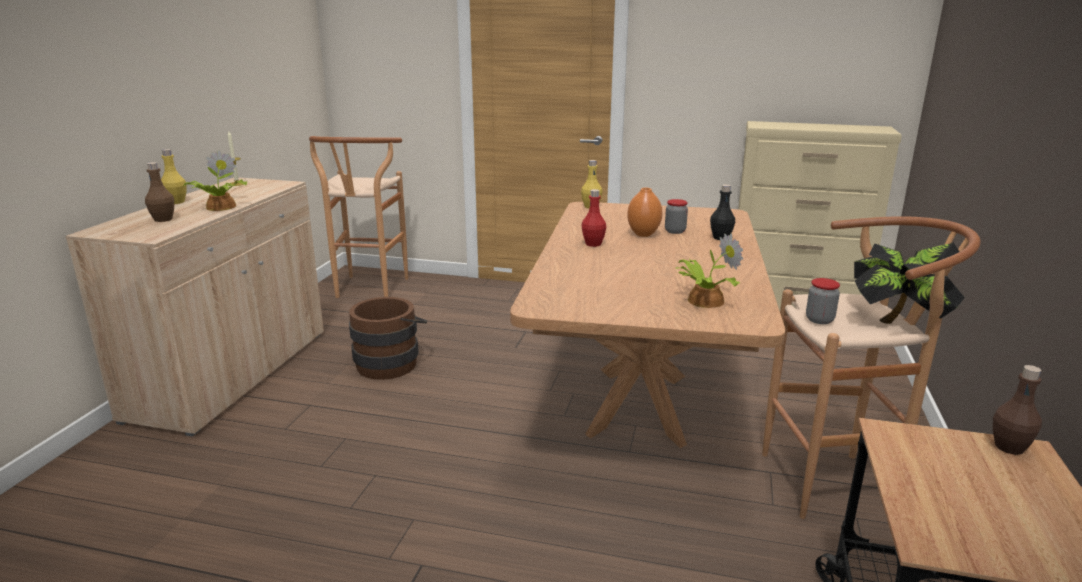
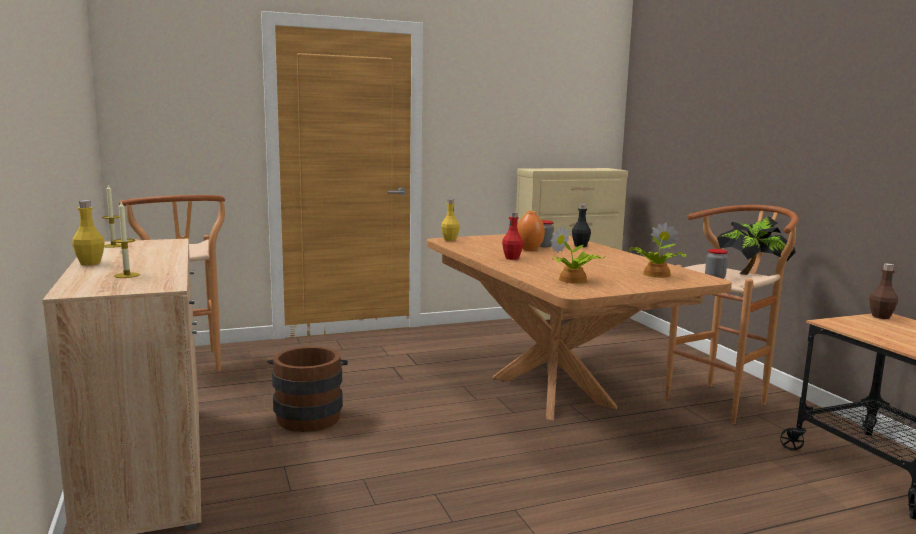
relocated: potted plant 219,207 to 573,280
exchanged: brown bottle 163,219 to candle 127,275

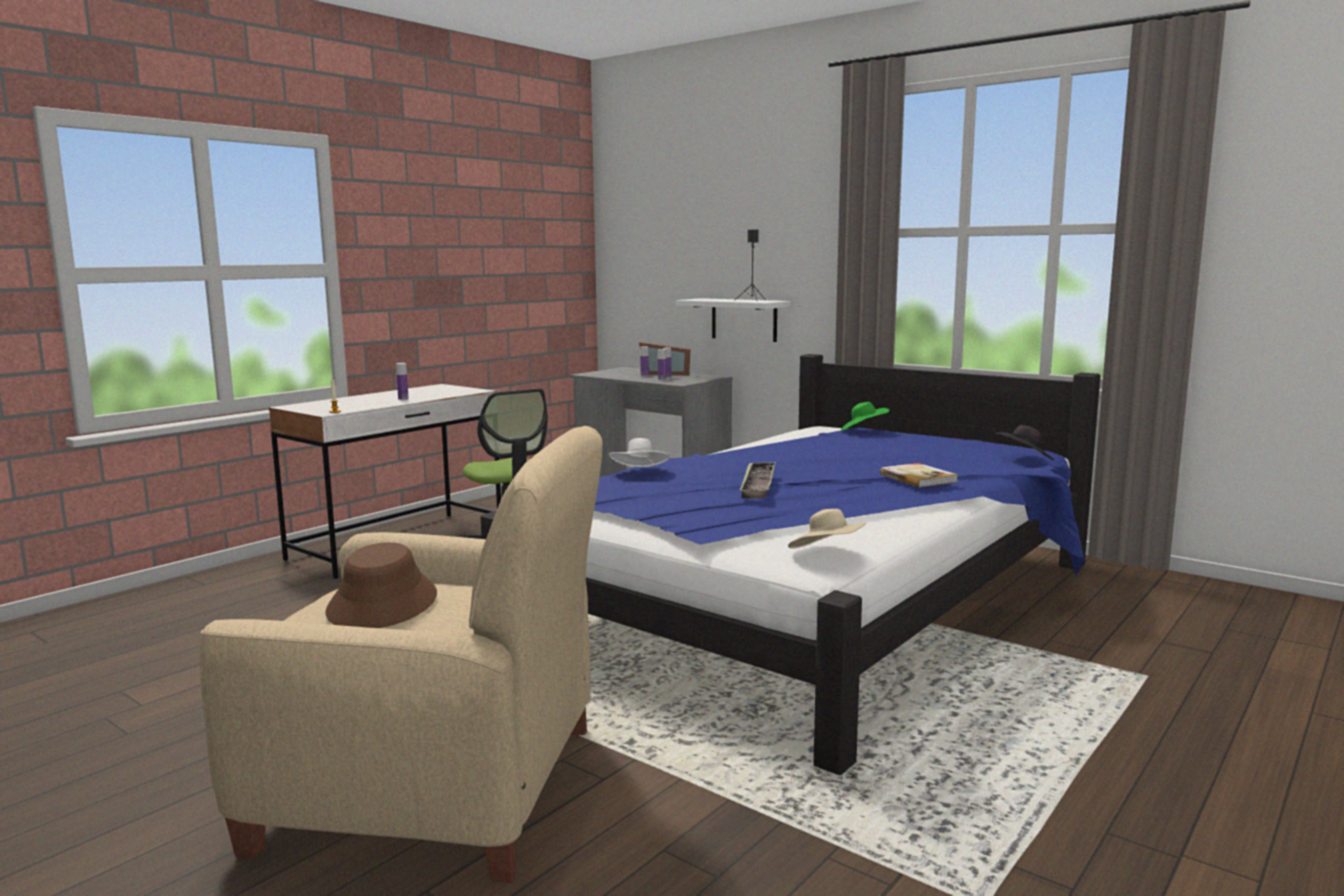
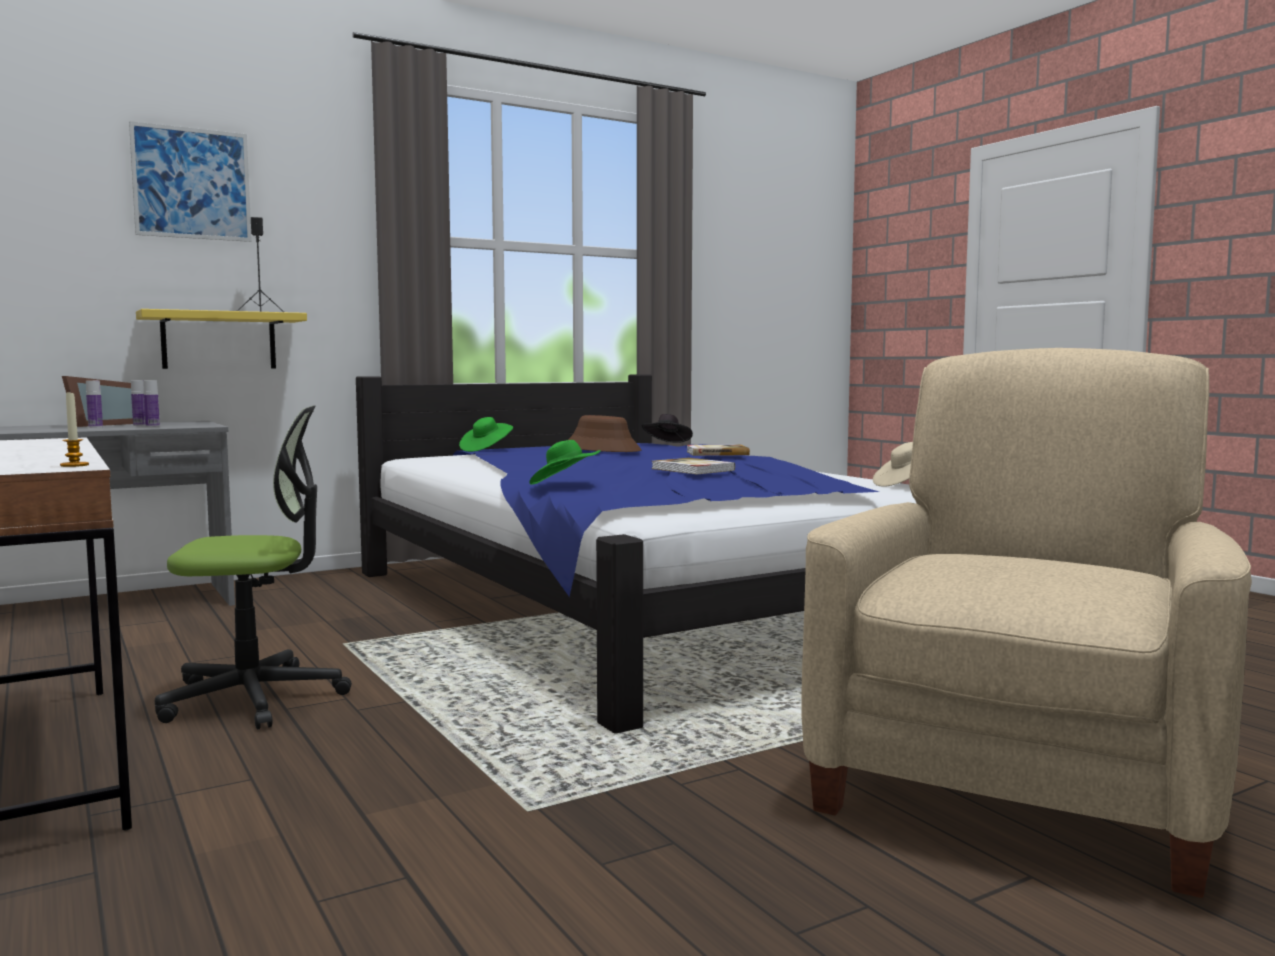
missing: bottle 403,399
appeared: picture 192,183
relocated: brown hat 383,604 to 602,449
exchanged: tray 758,485 to book 692,469
colour: white hat 640,472 to green hat 565,485; white shelf 744,319 to yellow shelf 219,341

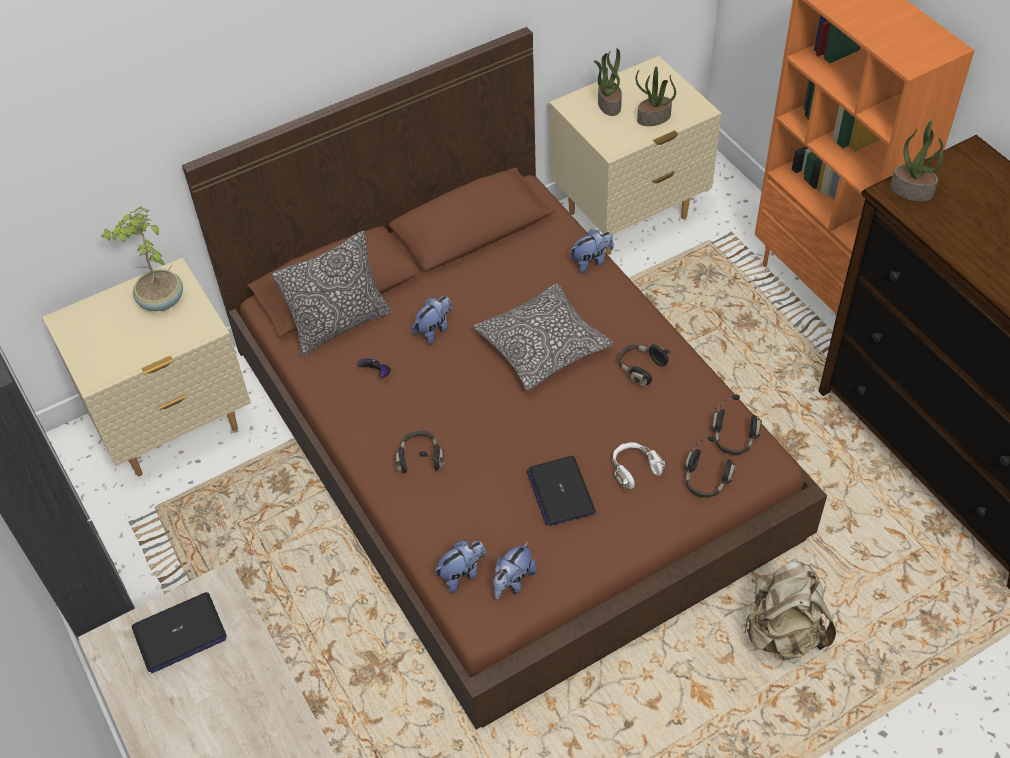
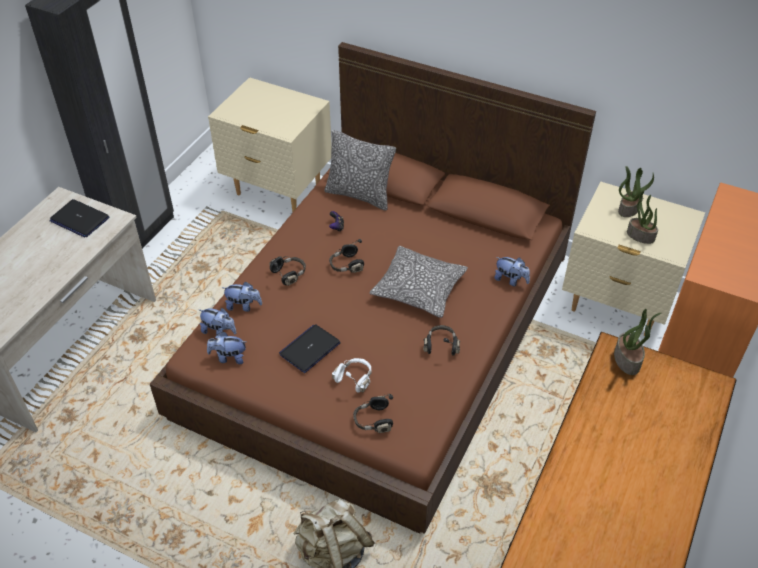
missing: potted plant 161,301
relocated: plush toy 434,330 to 243,306; black headphones 733,438 to 346,265

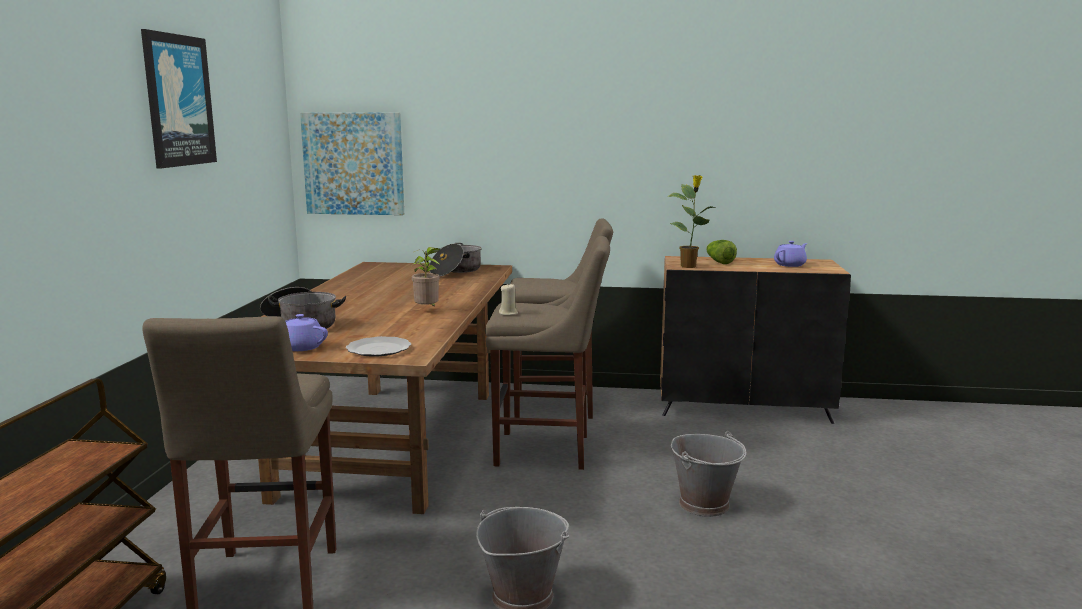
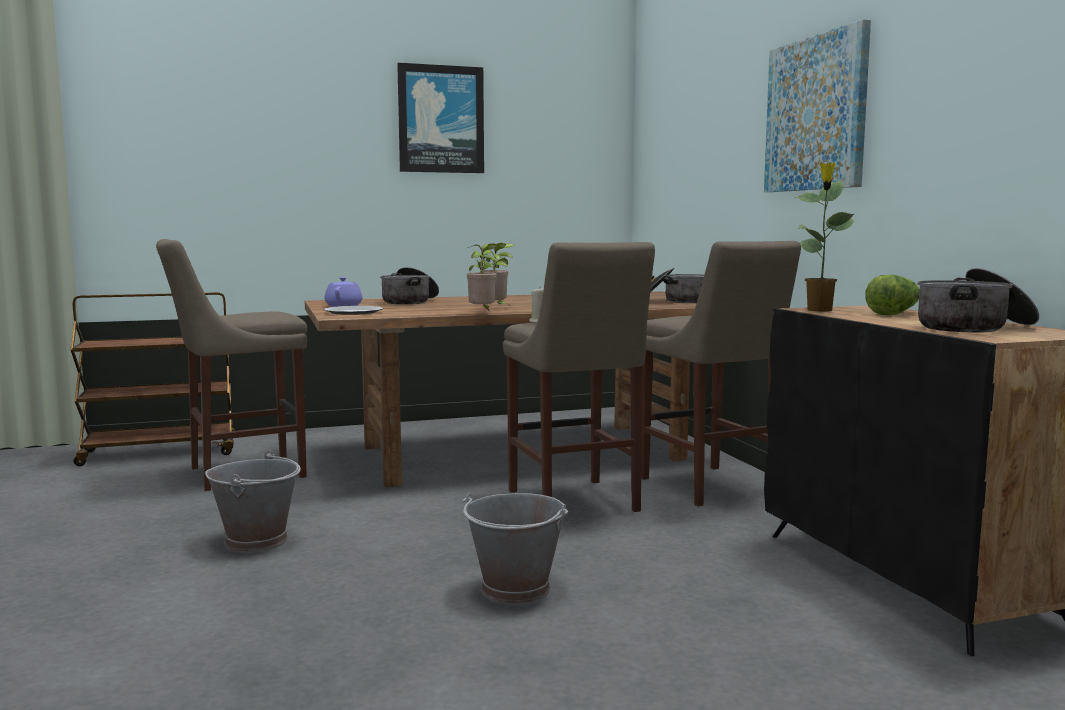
appeared: potted plant 483,313
relocated: picture 353,163 to 816,114
exchanged: purple teapot 790,265 to cooking pot 975,327

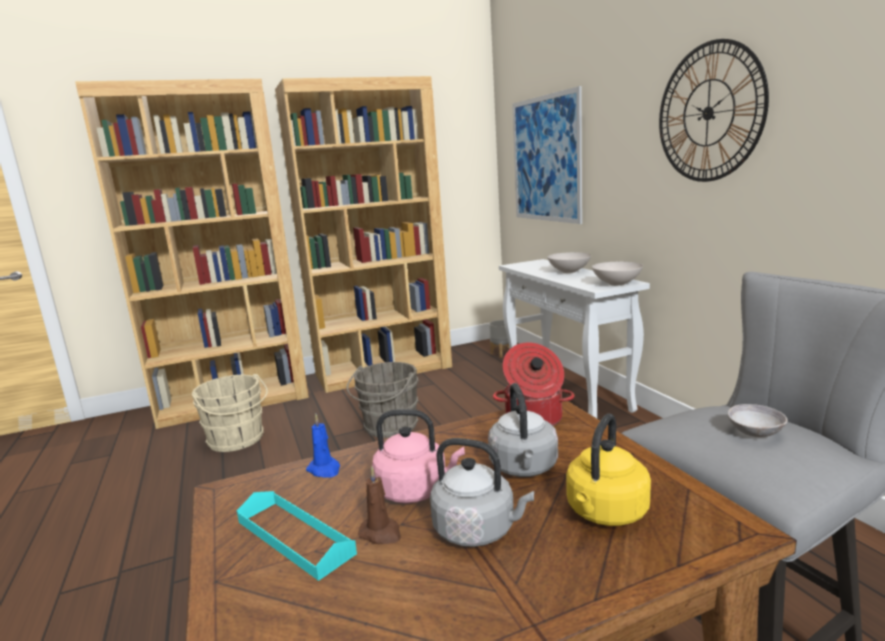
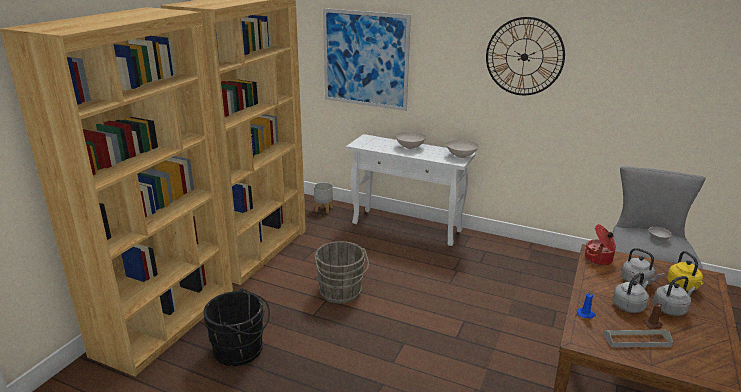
colour: beige bucket 237,440 to black bucket 241,350; turquoise tray 294,537 to grey tray 636,340; pink kettle 416,490 to grey kettle 629,306

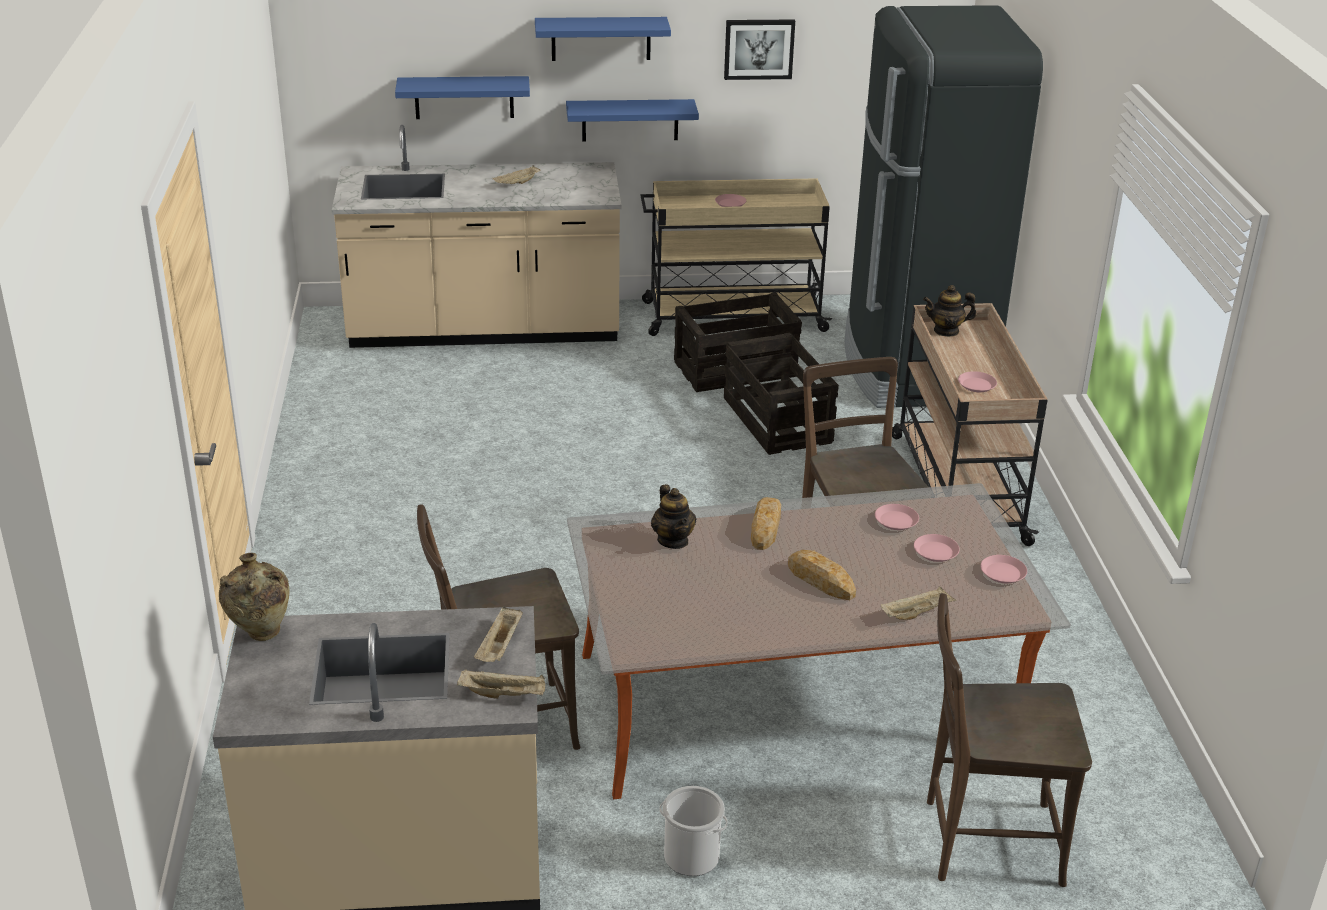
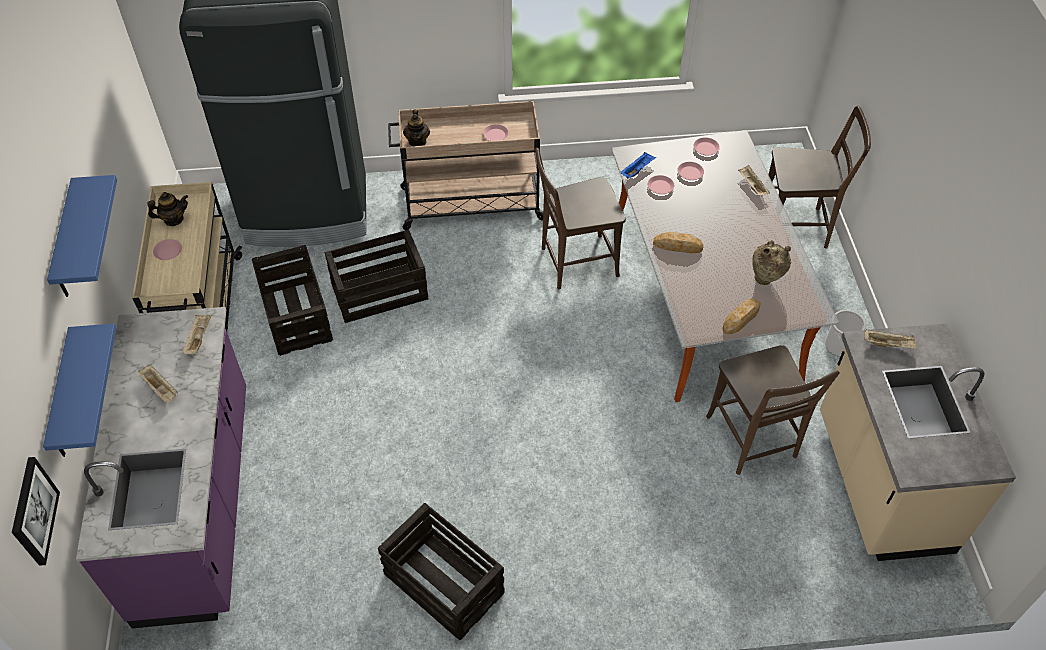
missing: blue shelf 630,120
appeared: crate 442,583; blue tray 637,170
relocated: beige vase 260,635 to 765,280; beige tray 504,694 to 198,339; teapot 673,540 to 173,220; picture 759,49 to 33,511; bread 820,580 to 741,318
colour: beige counter 484,330 to purple counter 197,502
spun: brown chair 984,841 = 797,227 90 degrees counterclockwise

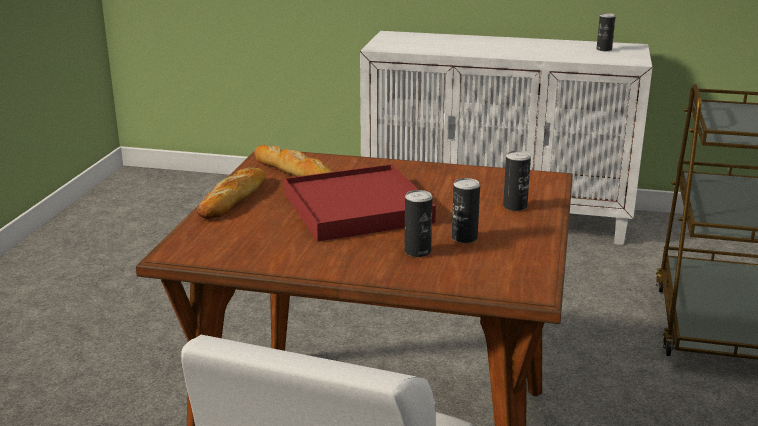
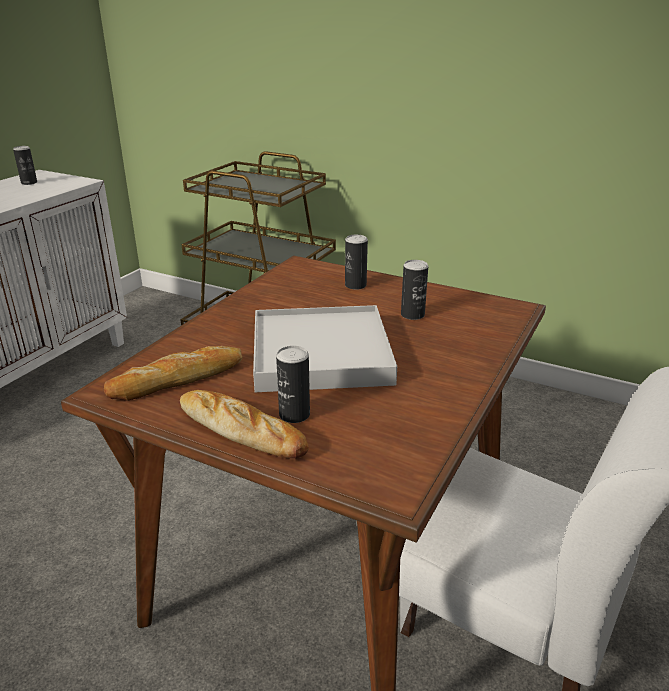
relocated: can 417,251 to 294,414
colour: red tray 356,208 to white tray 320,354

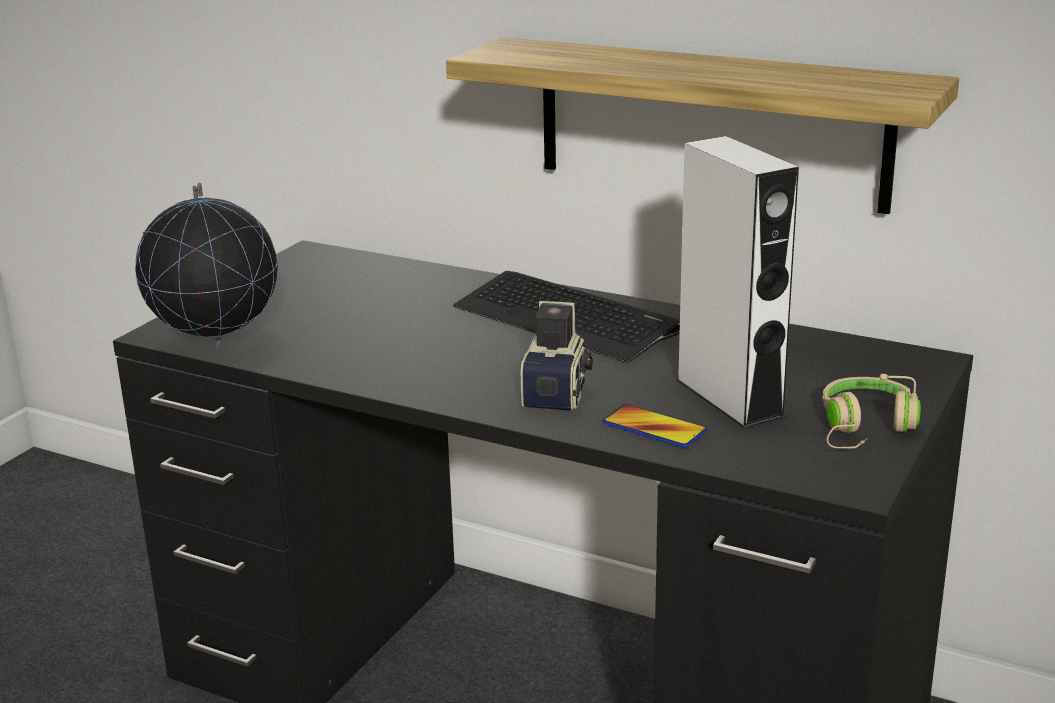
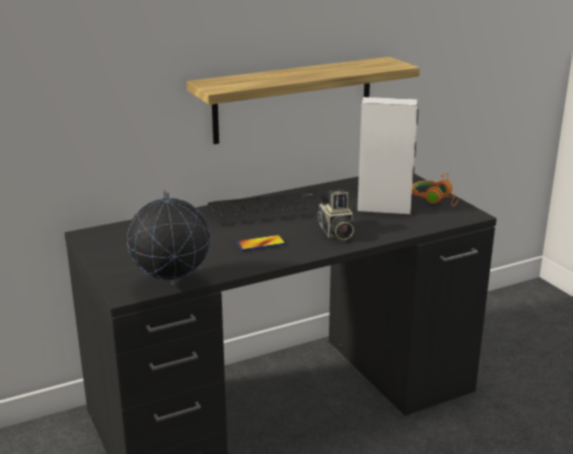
relocated: phone 654,428 to 261,244
colour: beige headphones 865,428 to orange headphones 436,199
spun: photo camera 559,391 = 335,232 150 degrees counterclockwise

